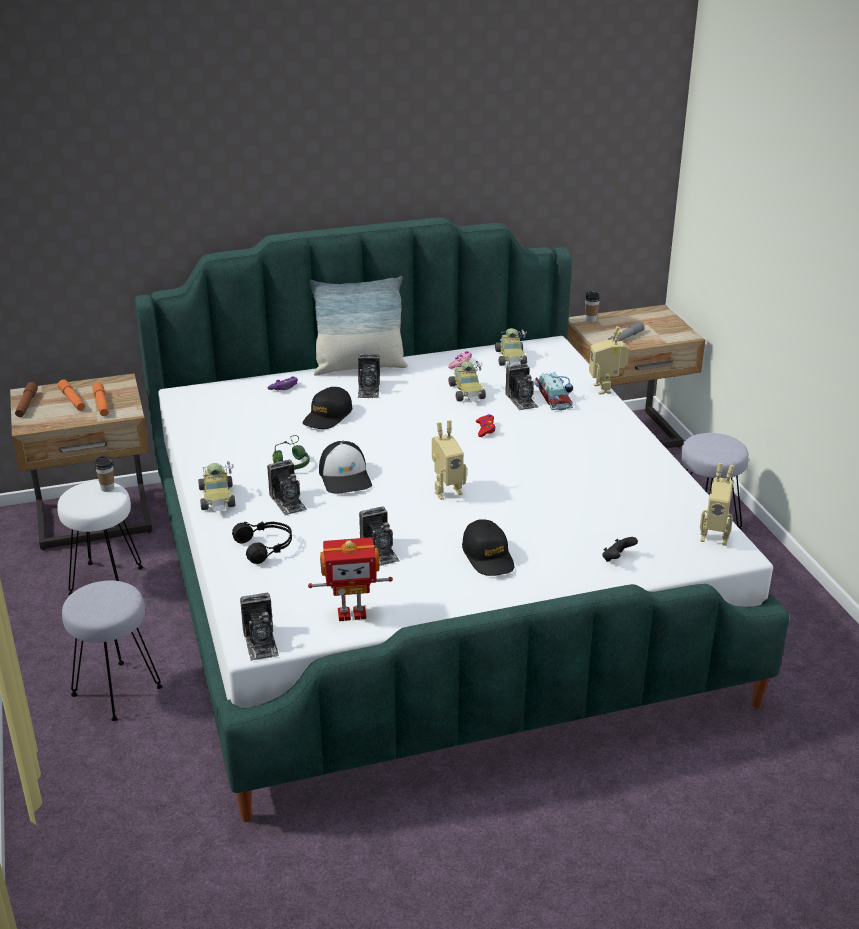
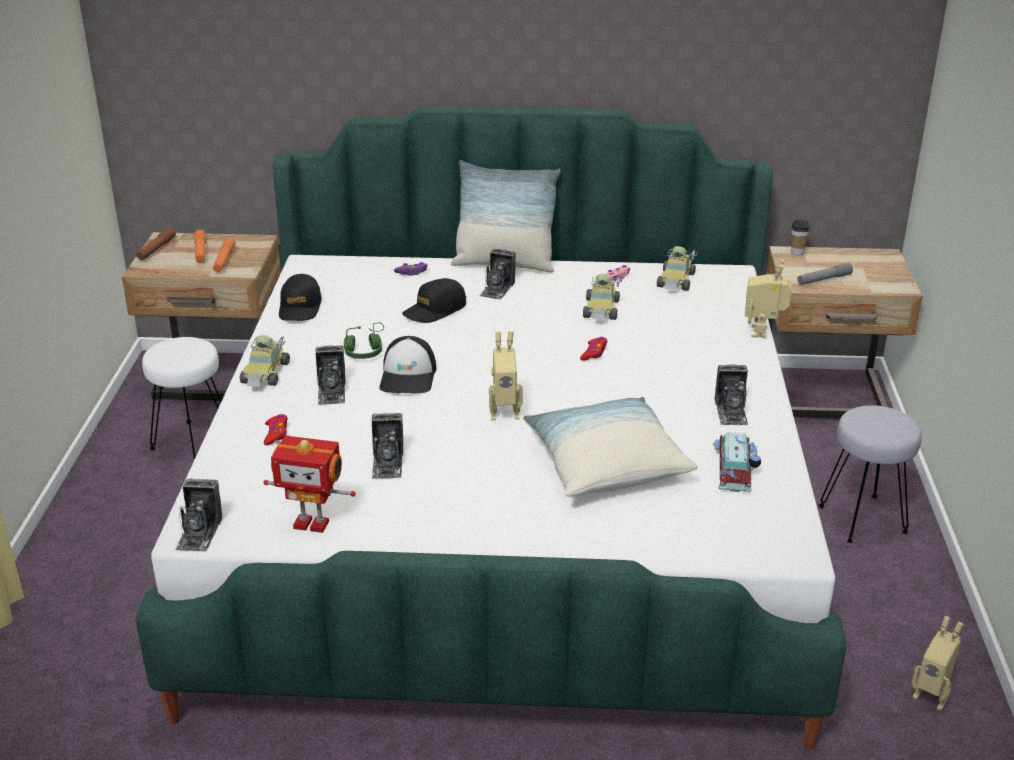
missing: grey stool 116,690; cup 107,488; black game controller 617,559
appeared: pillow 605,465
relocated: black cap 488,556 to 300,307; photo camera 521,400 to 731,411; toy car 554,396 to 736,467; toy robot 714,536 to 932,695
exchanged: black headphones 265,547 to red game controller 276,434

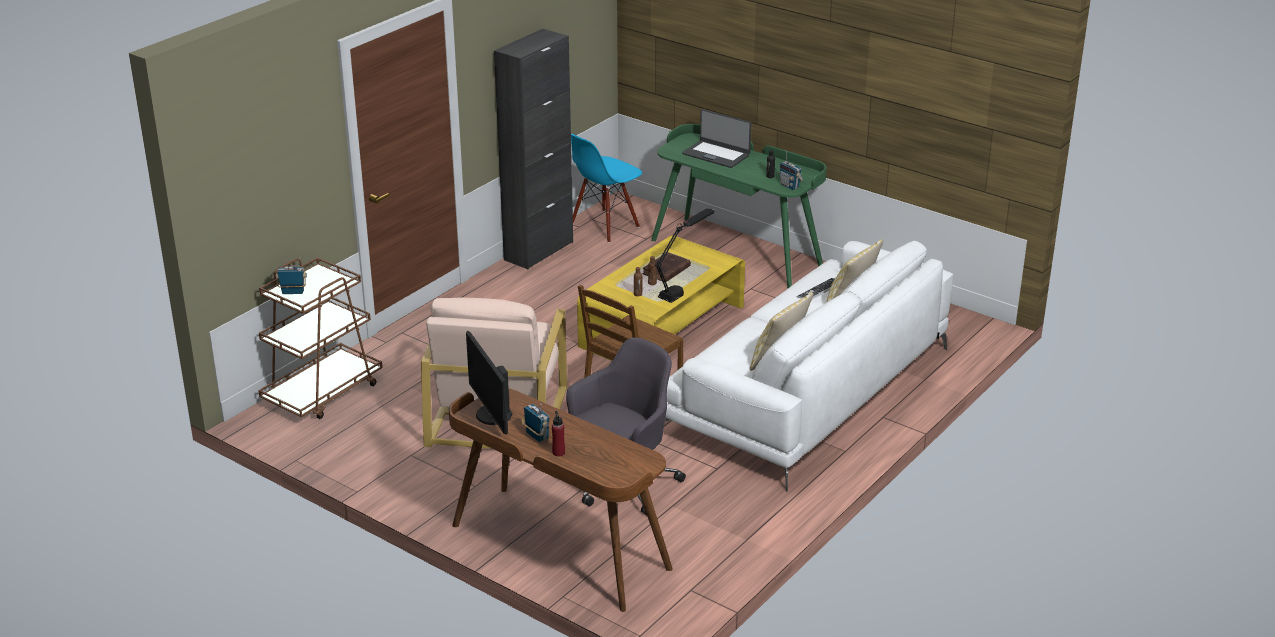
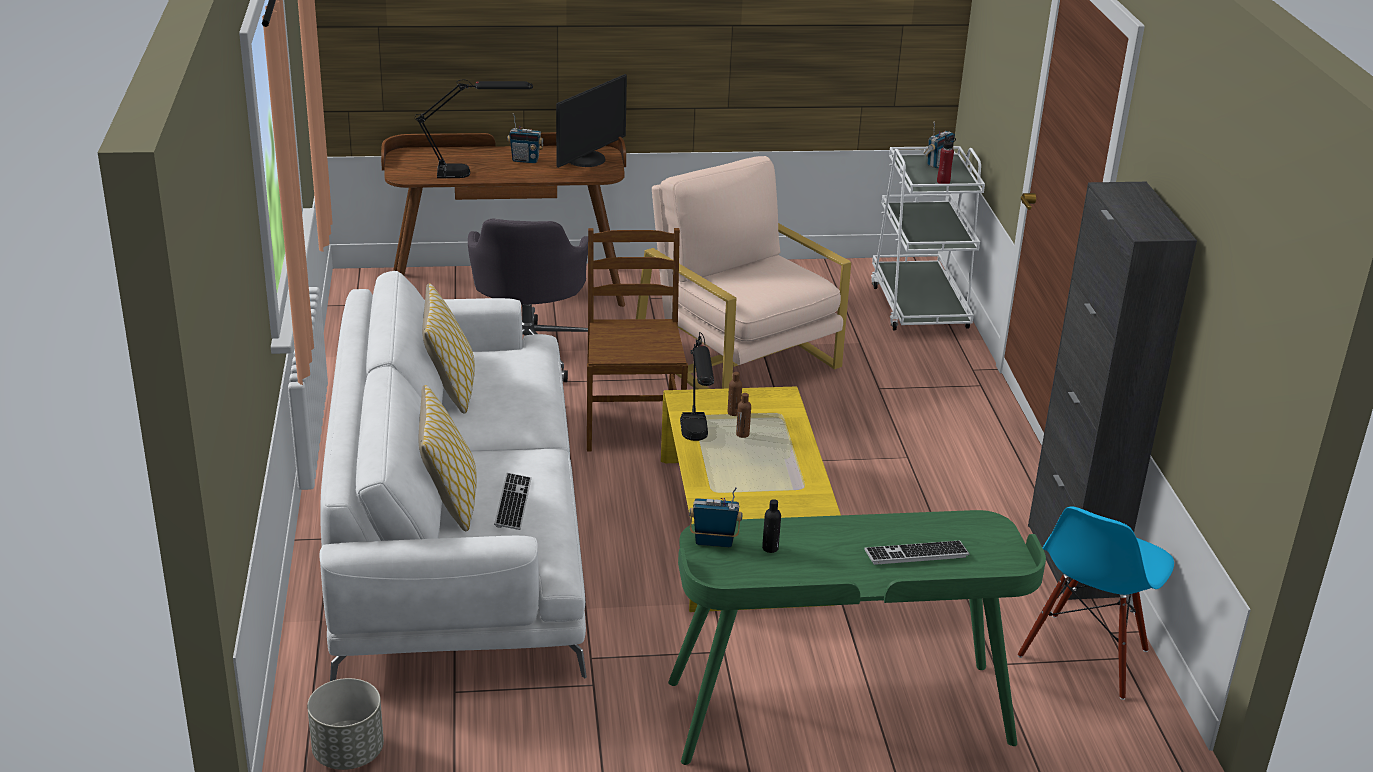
missing: brown book 665,271
appeared: grey planter 349,753; black table lamp 476,173
relocated: red bottle 558,452 to 943,182
exchanged: laptop 716,154 to keyboard 916,554
colour: brown cart 323,392 to white cart 919,306
spun: monitor 492,415 = 588,160 105 degrees clockwise; blue chair 605,226 = 1084,655 150 degrees counterclockwise

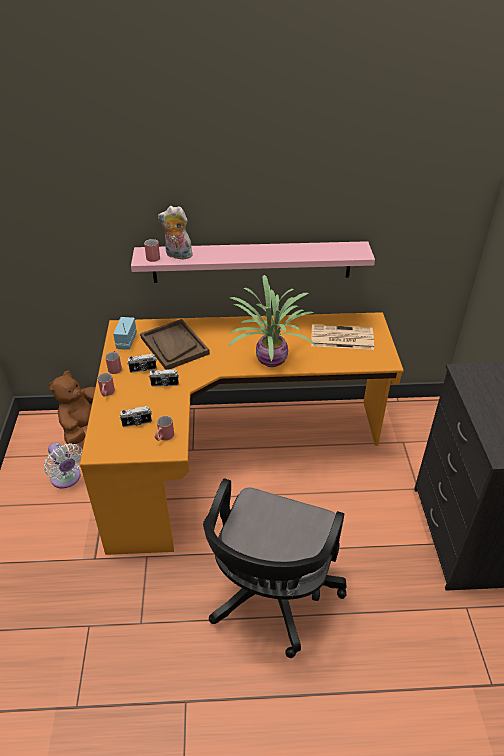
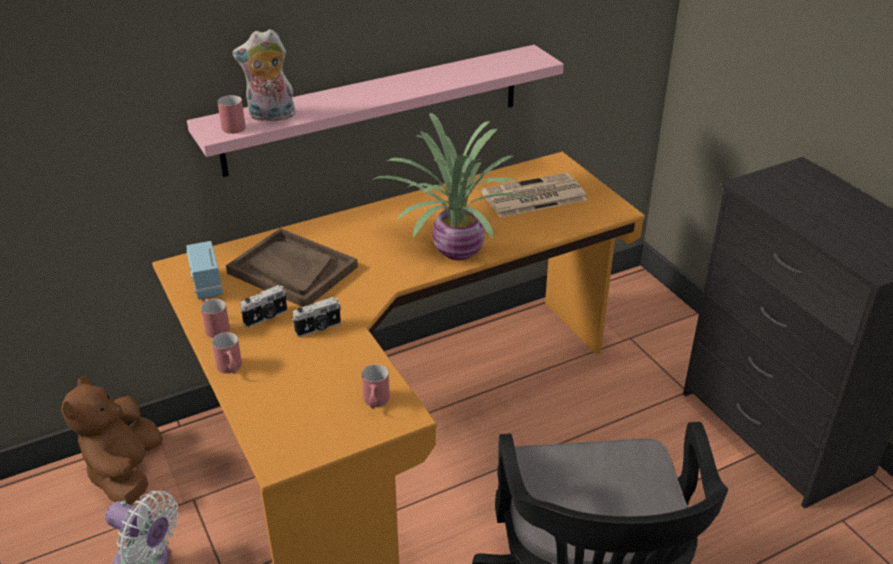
missing: photo camera 137,423

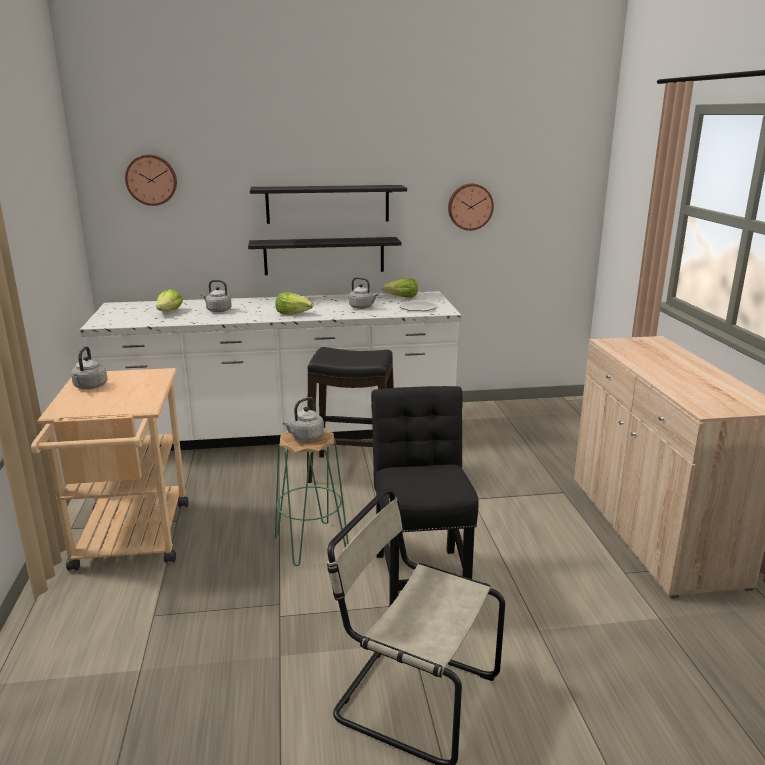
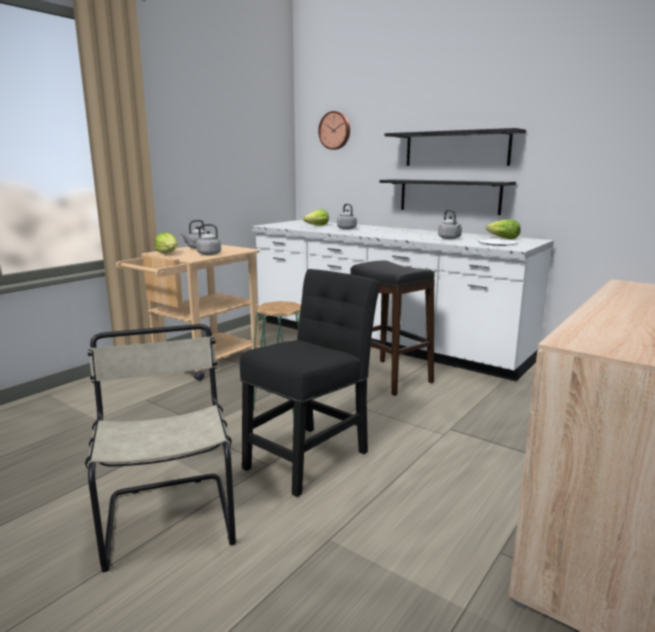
missing: wall clock 470,206
relocated: lettuce 293,314 to 168,253; grey kettle 305,437 to 207,254

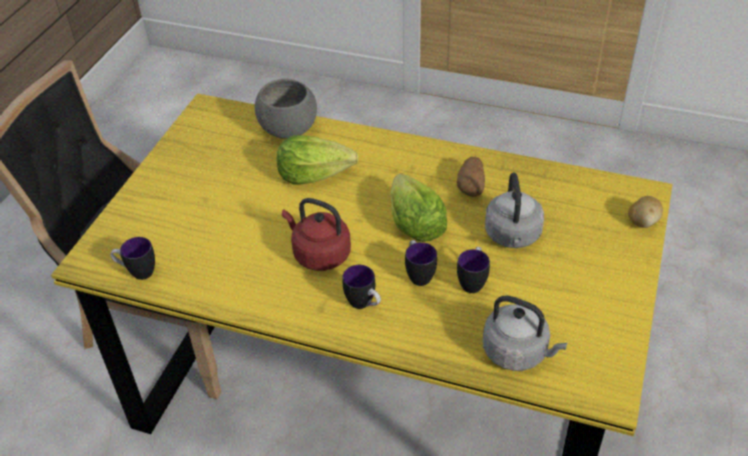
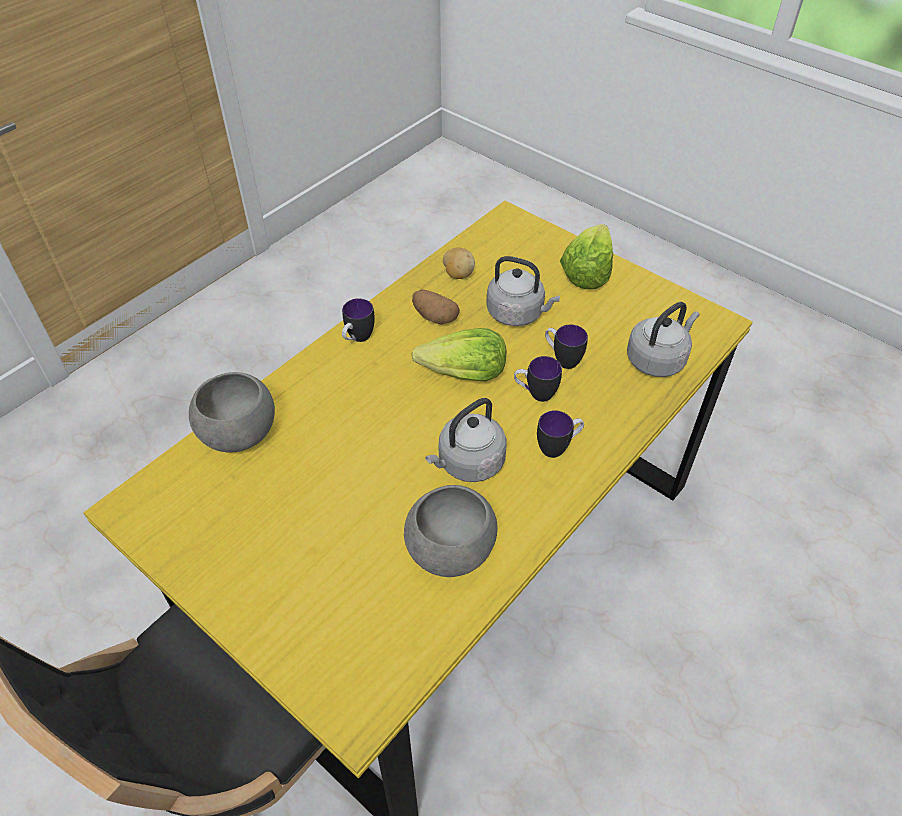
appeared: grey bowl 452,552
relocated: mug 137,272 to 357,339; lettuce 314,174 to 586,272; potato 642,222 to 458,274
colour: red kettle 319,254 to grey kettle 468,463

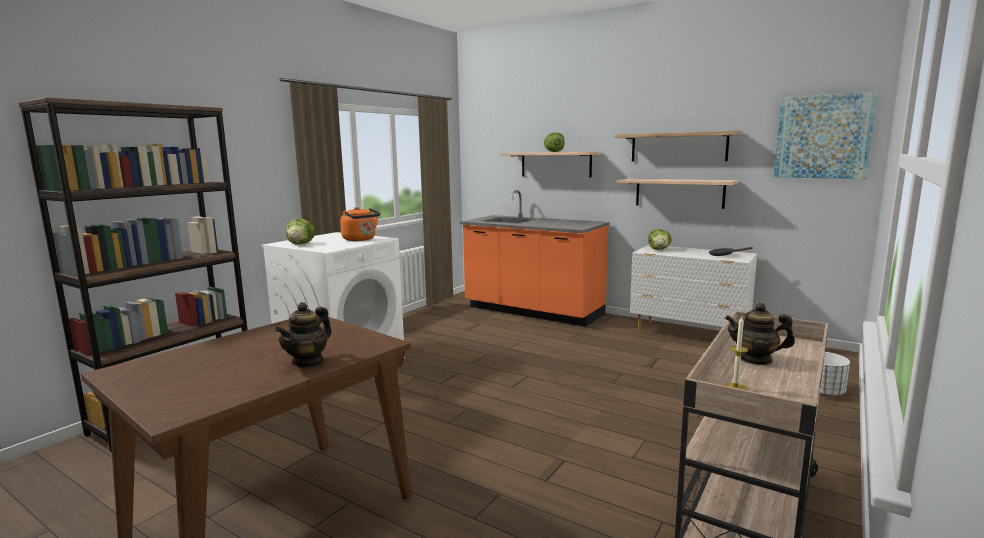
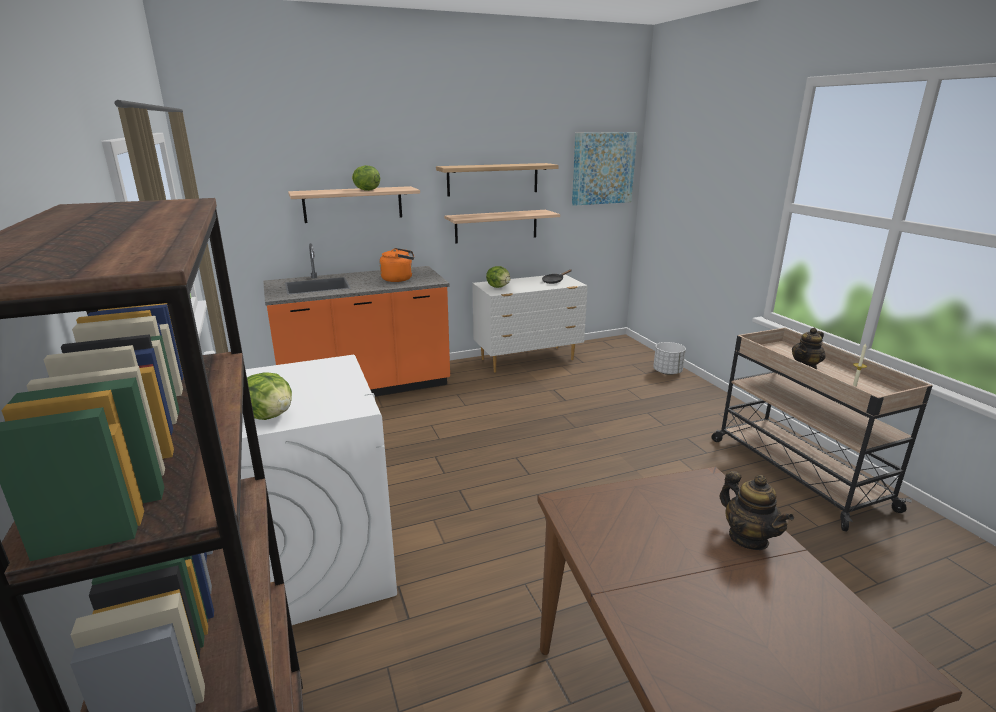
relocated: orange kettle 360,239 to 399,279

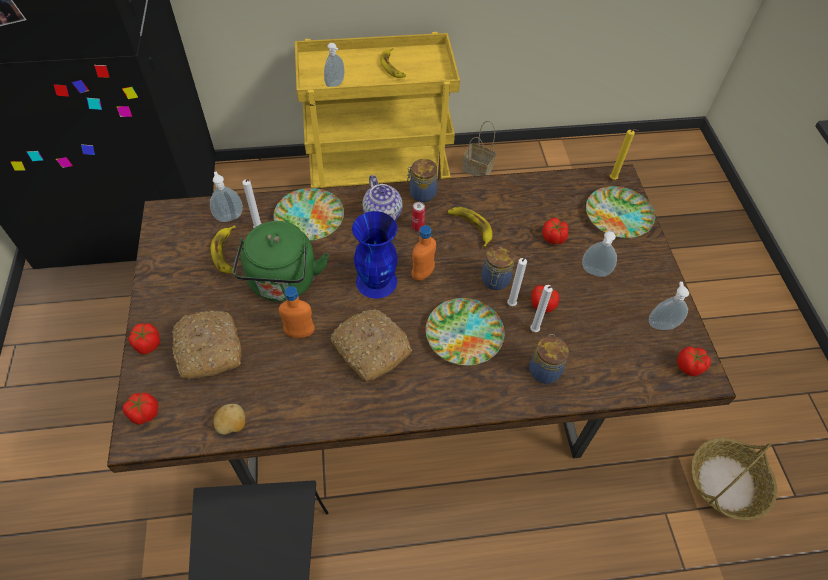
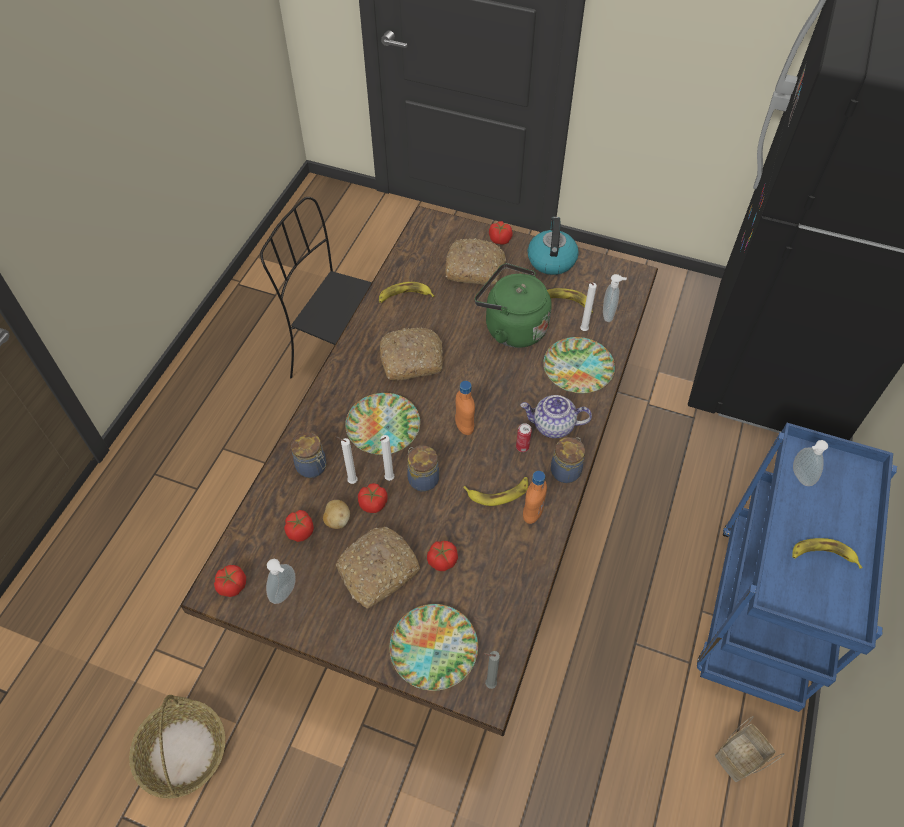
missing: blue vase 377,282
appeared: banana 404,296; kettle 551,259
relocated: tomato 144,413 to 300,531; potato 232,425 to 337,520; orange bottle 300,333 to 532,513
exchanged: soap dispenser 594,273 to bread 378,571
colour: yellow cart 379,179 to blue cart 758,617; yellow candle 613,180 to grey candle 489,684

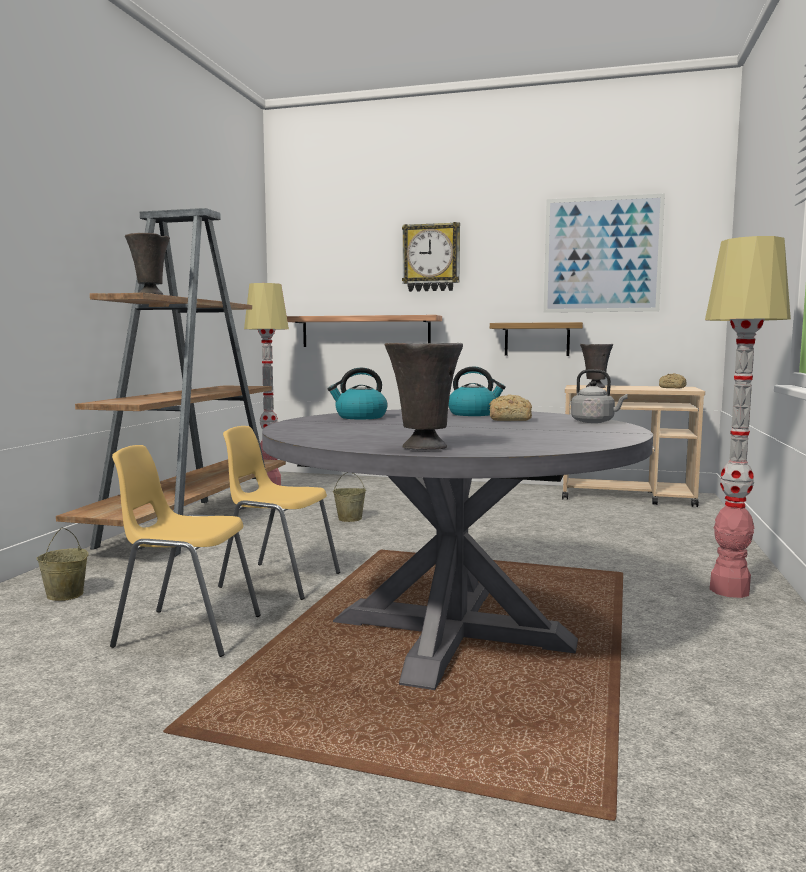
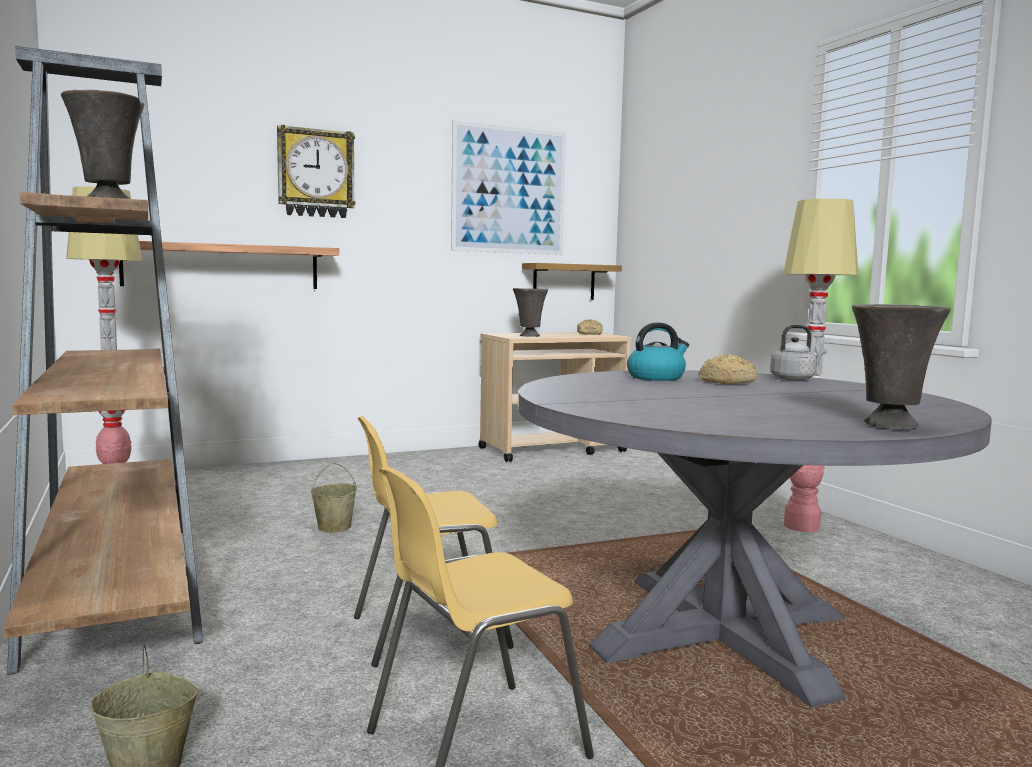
missing: kettle 360,417
relocated: shelf 537,339 to 564,281

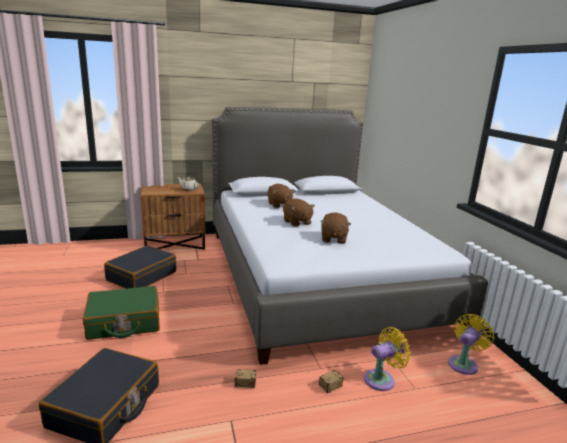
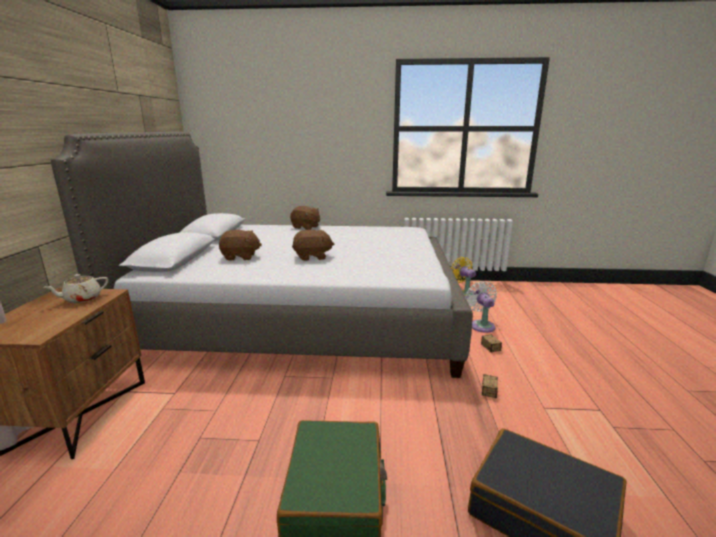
missing: black suitcase 141,276
relocated: brown plush toy 333,239 to 306,227
colour: yellow fan 382,379 to white fan 481,325

